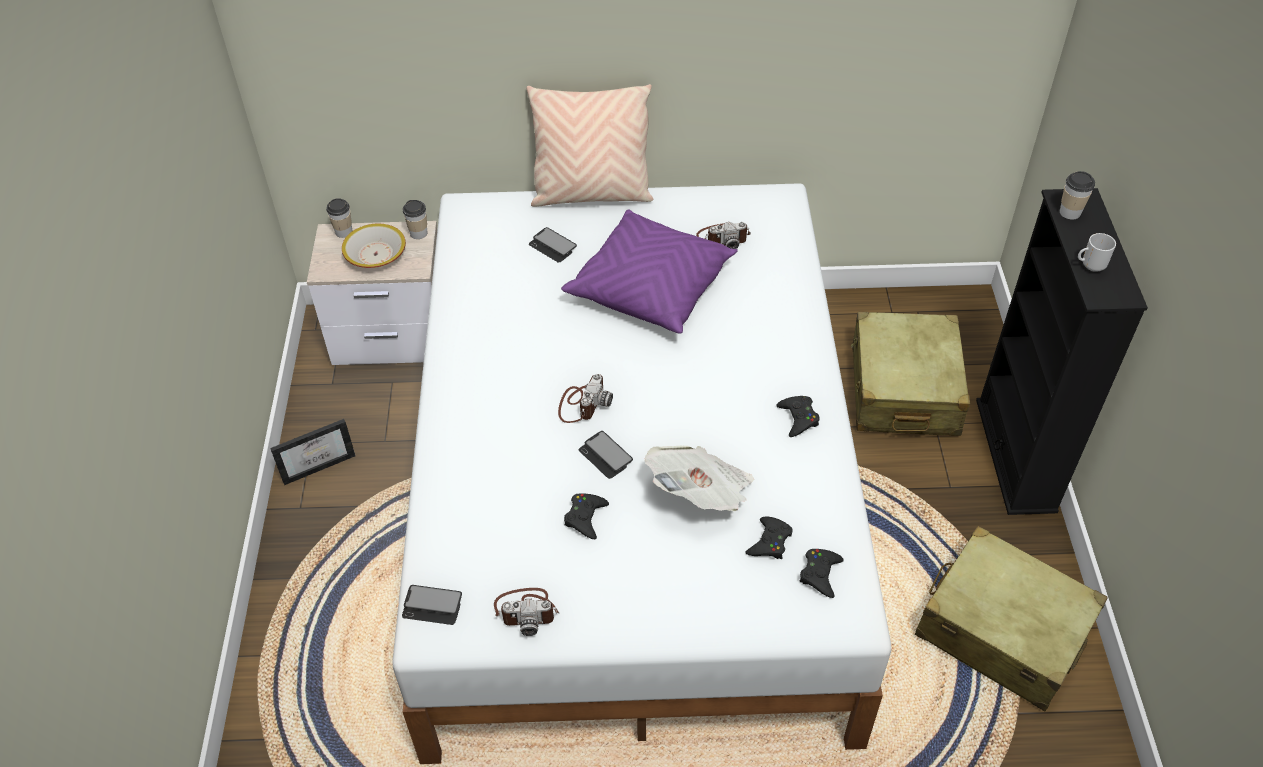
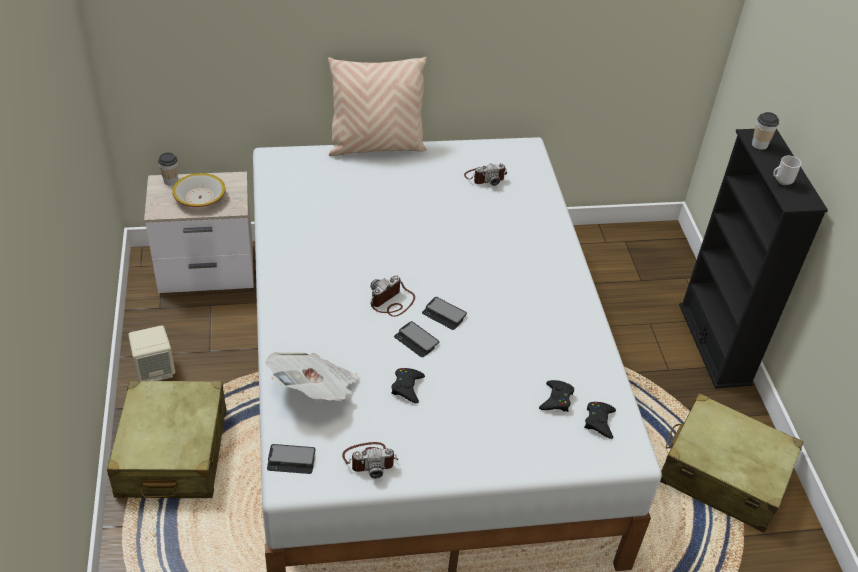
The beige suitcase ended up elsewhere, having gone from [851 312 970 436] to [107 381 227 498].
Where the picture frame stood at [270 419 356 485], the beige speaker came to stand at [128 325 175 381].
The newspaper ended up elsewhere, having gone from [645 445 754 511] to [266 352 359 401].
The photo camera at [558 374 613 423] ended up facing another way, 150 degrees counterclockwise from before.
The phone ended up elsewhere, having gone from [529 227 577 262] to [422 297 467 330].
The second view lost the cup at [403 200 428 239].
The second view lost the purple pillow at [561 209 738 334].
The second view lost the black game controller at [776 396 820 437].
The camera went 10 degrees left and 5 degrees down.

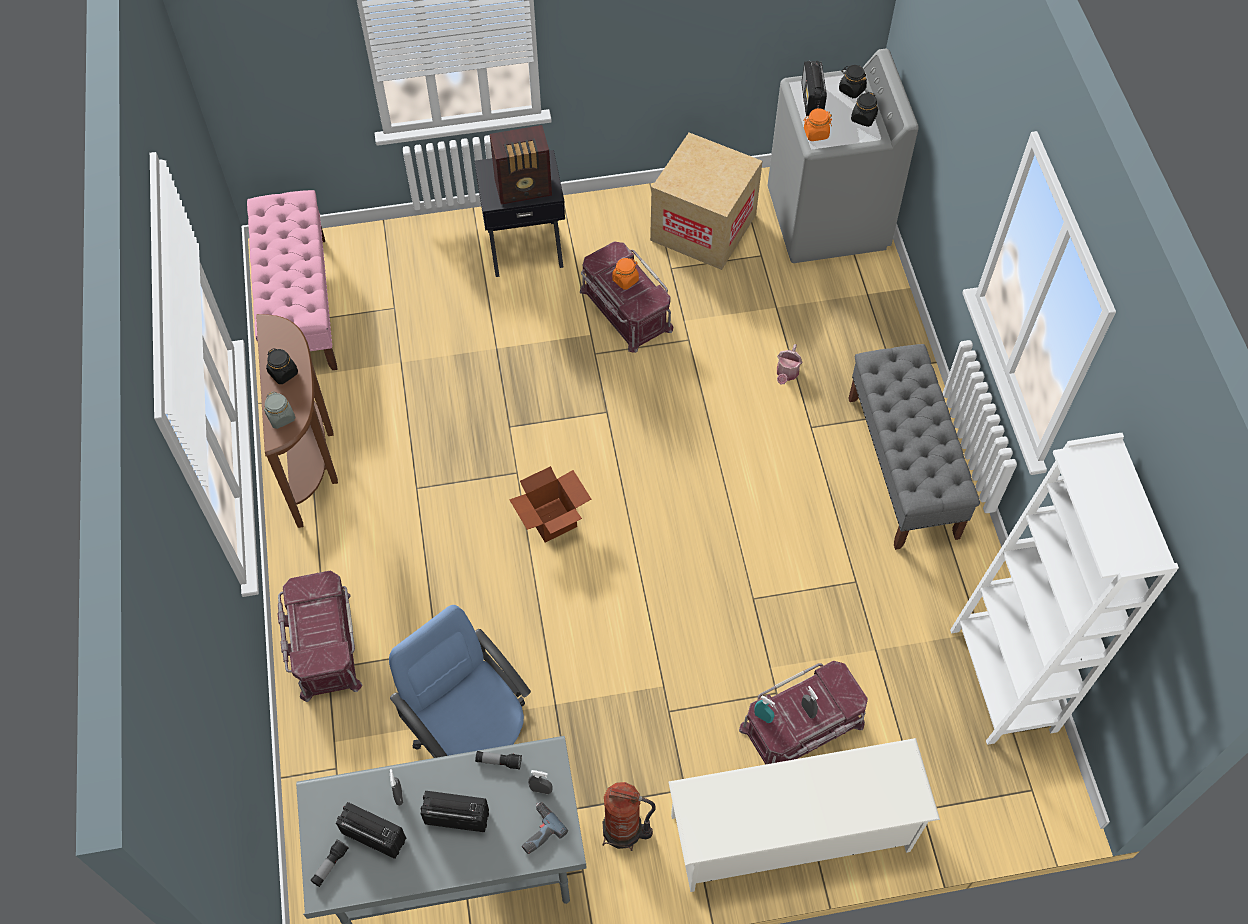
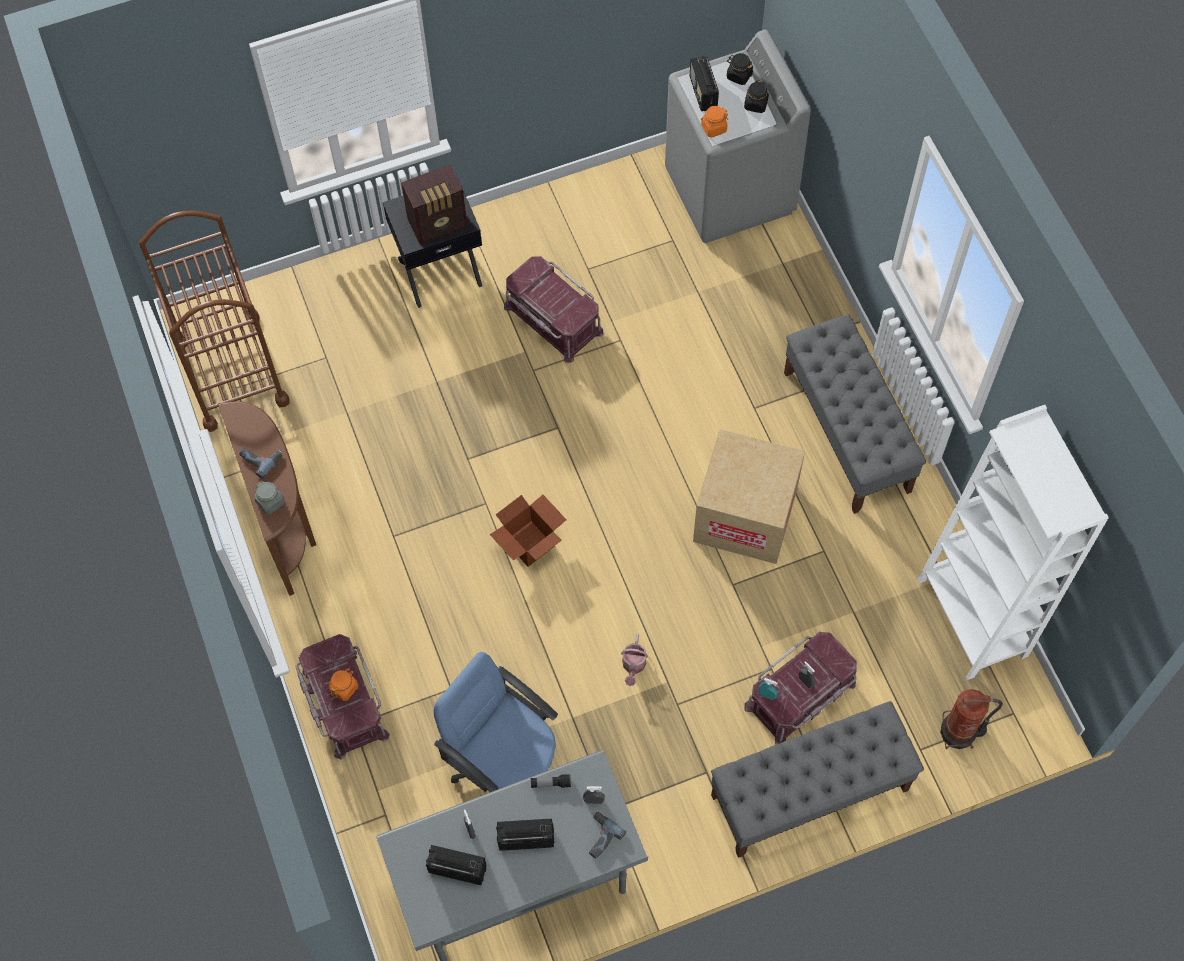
Where the pink bench stood at [247 190 338 370], the brown cart came to stand at [139 210 289 432].
Where the black jar stood at [266 348 298 384], the power drill came to stand at [239 448 282 479].
The orange jar ended up elsewhere, having gone from [612 258 639 290] to [329 668 358 701].
The watering can ended up elsewhere, having gone from [777 344 802 385] to [621 634 648 686].
The cardboard box ended up elsewhere, having gone from [650 133 762 270] to [693 429 805 564].
Where the white shoe rack stood at [669 738 940 892], the grey bench came to stand at [711 701 924 858].
The fire extinguisher ended up elsewhere, having gone from [603 782 656 851] to [940 689 1003 749].
The second view lost the flashlight at [310 840 349 887].
The camera went 10 degrees left and 5 degrees up.

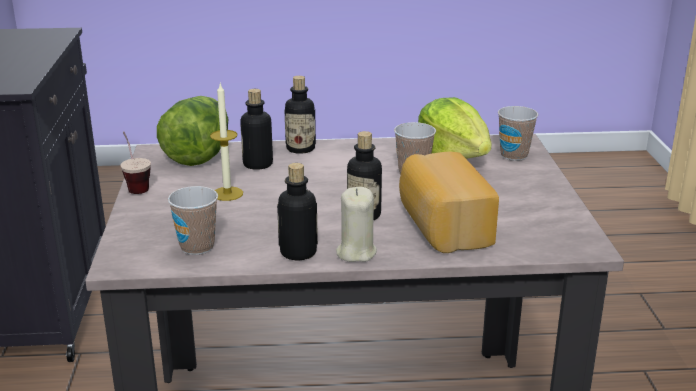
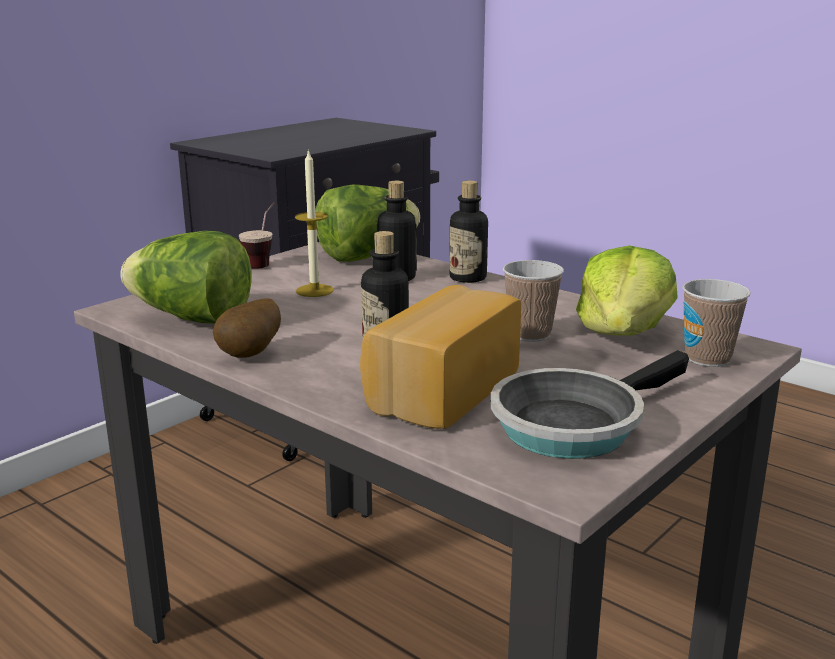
Where the cup stood at [168 186 218 255], the lettuce came to stand at [121 231 251 324].
Where the bottle stood at [277 163 318 260], the potato came to stand at [213 298 281 358].
The second view gained the frying pan at [490 350 689 459].
The second view lost the beige candle at [336 187 377 262].
The camera went 45 degrees right and 5 degrees down.

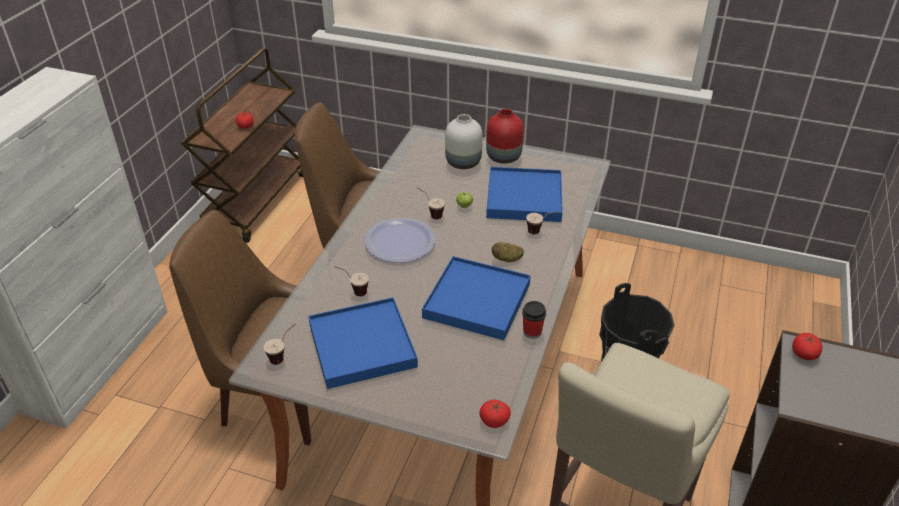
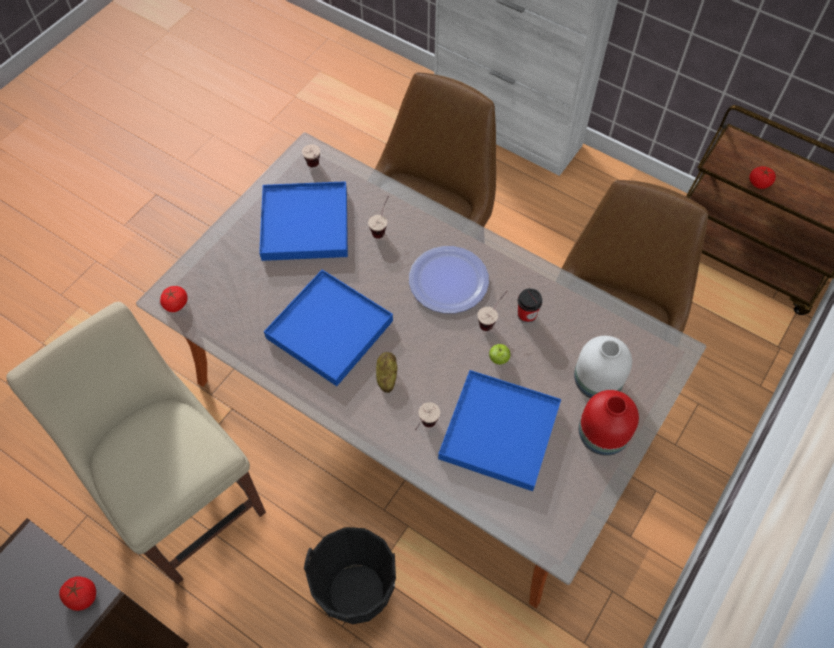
The cup ended up elsewhere, having gone from [522 301 546 339] to [518 288 543 323].
The camera went 105 degrees right and 20 degrees up.

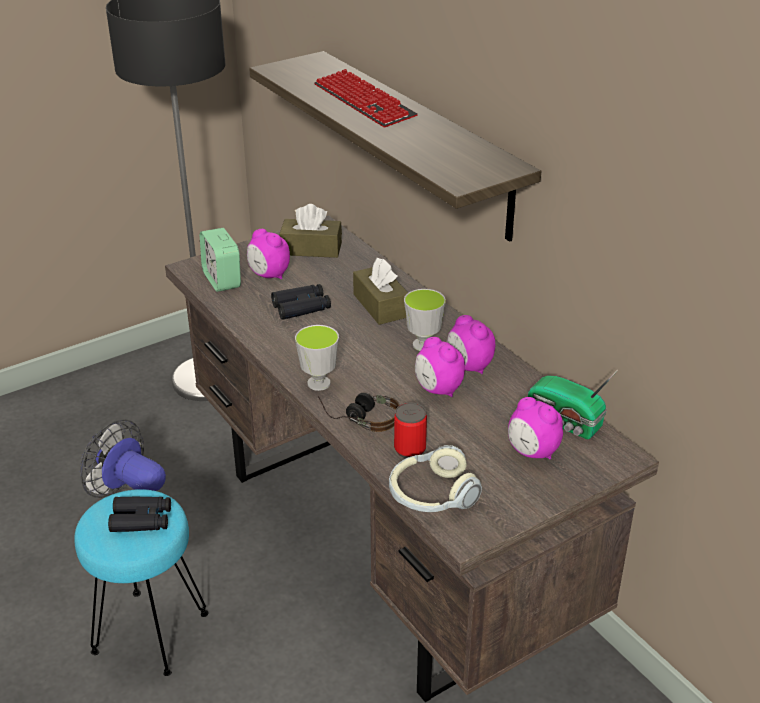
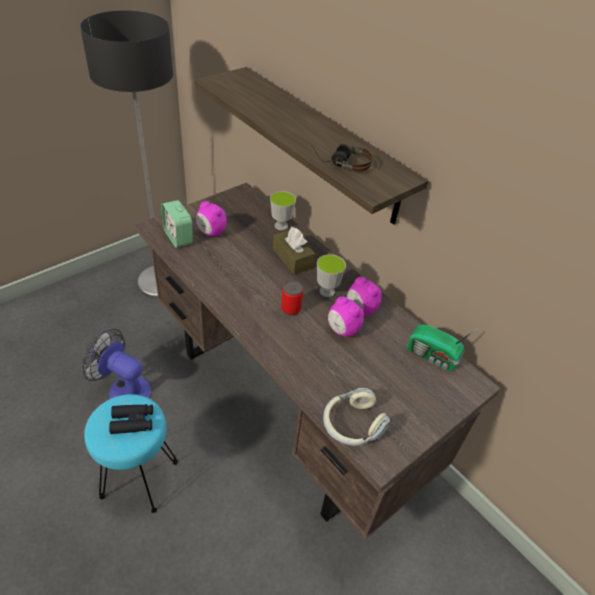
The cup ended up elsewhere, having gone from [295 325 339 391] to [270 191 296 230].
The can ended up elsewhere, having gone from [394 403 427 458] to [281 281 303 315].
The headphones ended up elsewhere, having gone from [318 393 399 432] to [311 144 373 172].
The second view lost the black binoculars at [271 284 331 320].
The second view lost the brown tissue box at [280 204 342 258].
The second view lost the keyboard at [314 69 418 127].
The second view lost the alarm clock at [508 397 563 459].
The camera went 10 degrees left and 10 degrees up.

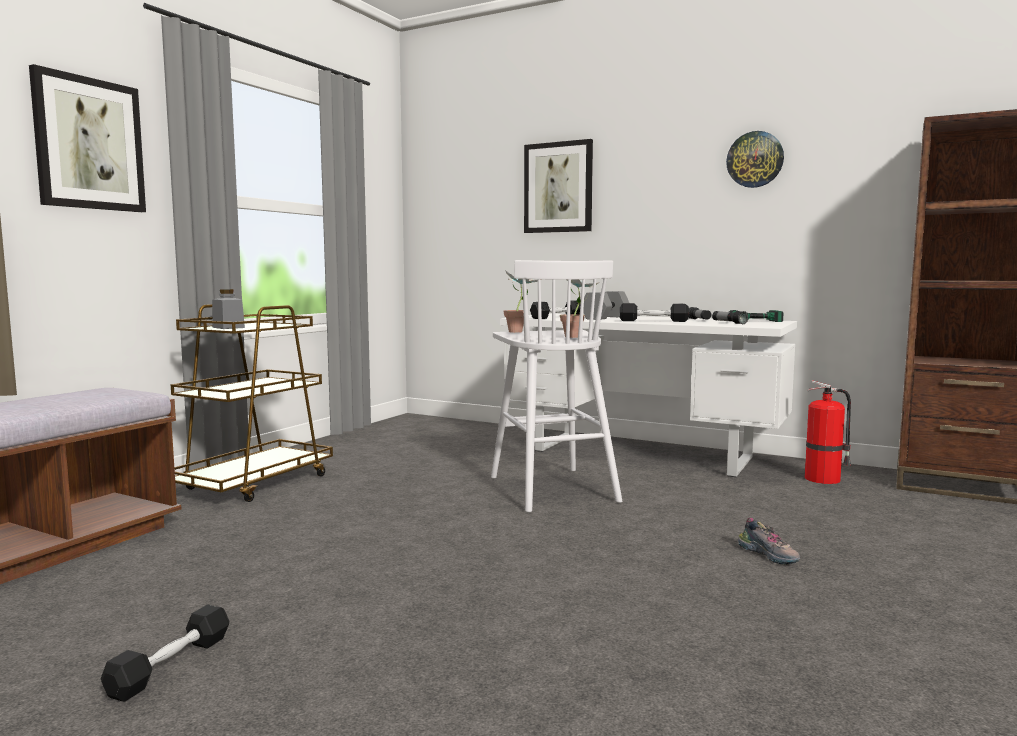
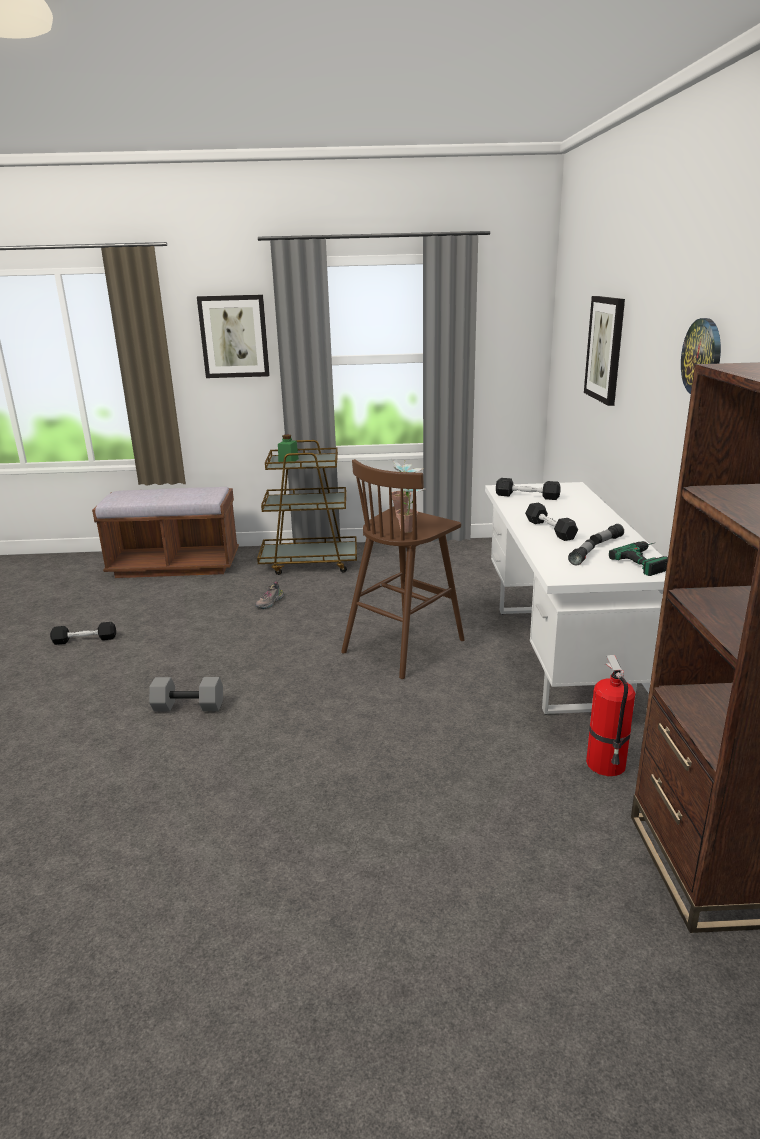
The grey dumbbell ended up elsewhere, having gone from [583 291 629 320] to [149 677 223 711].
The shoe ended up elsewhere, having gone from [738 518 800 565] to [255 582 284 609].
What was the grey jar at [212 289 245 329] turned into the green jar at [278 435 299 462].
What was the white stool at [491 260 622 513] turned into the brown stool at [341 459 465 679].
The camera went 60 degrees right and 15 degrees up.

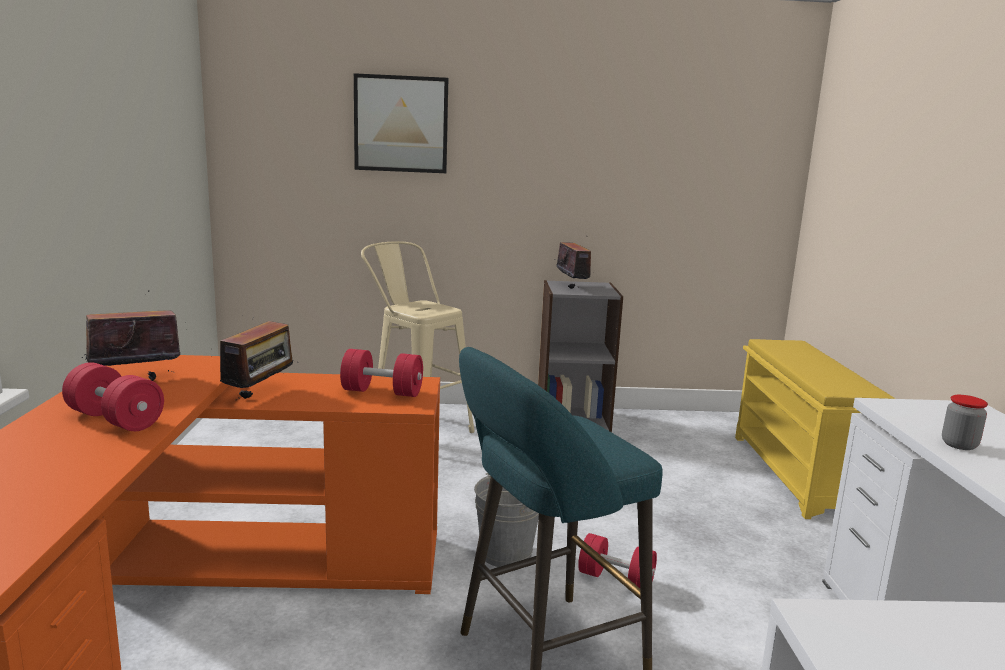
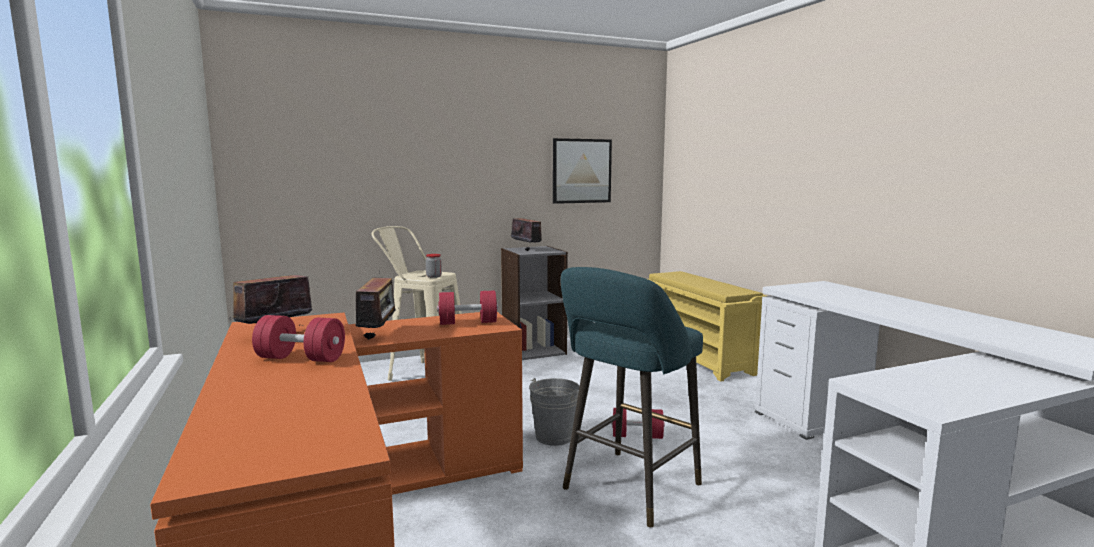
The jar ended up elsewhere, having gone from [942 395 988 450] to [426 254 442 278].
The picture ended up elsewhere, having gone from [354 73 448 173] to [553 138 612 204].
The camera went 20 degrees left and 5 degrees down.

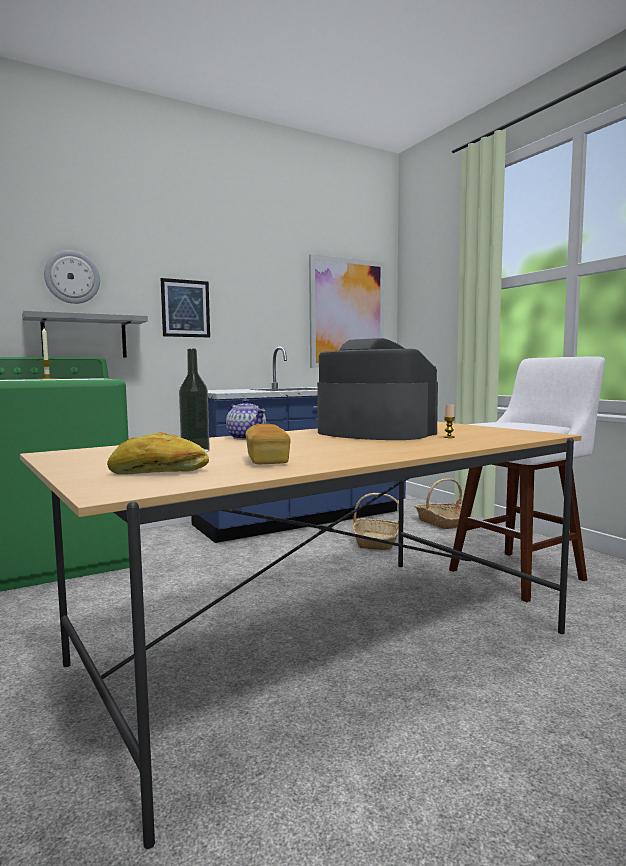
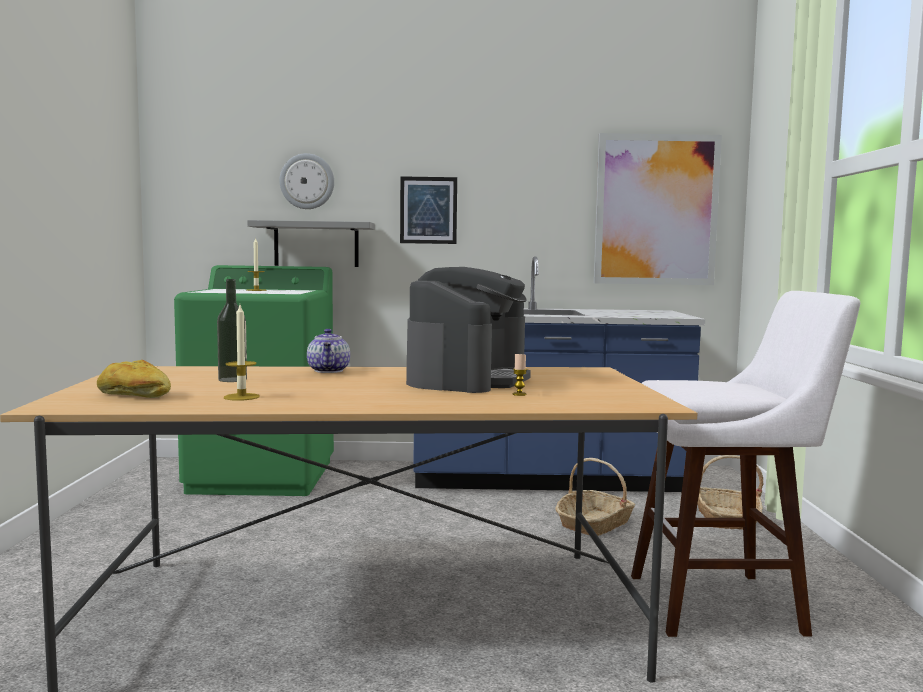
Where the bread stood at [245 424 291 464], the candle came to stand at [224 305 260 401].
The coffee machine at [317 338 438 440] ended up facing another way, 45 degrees clockwise from before.
The camera went 30 degrees right and 0 degrees up.

